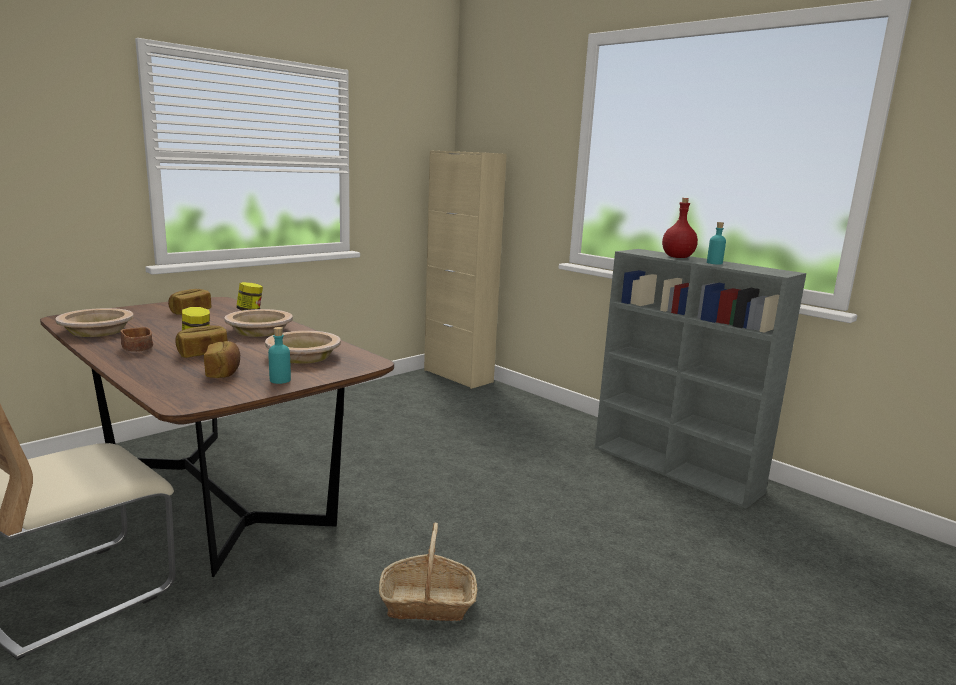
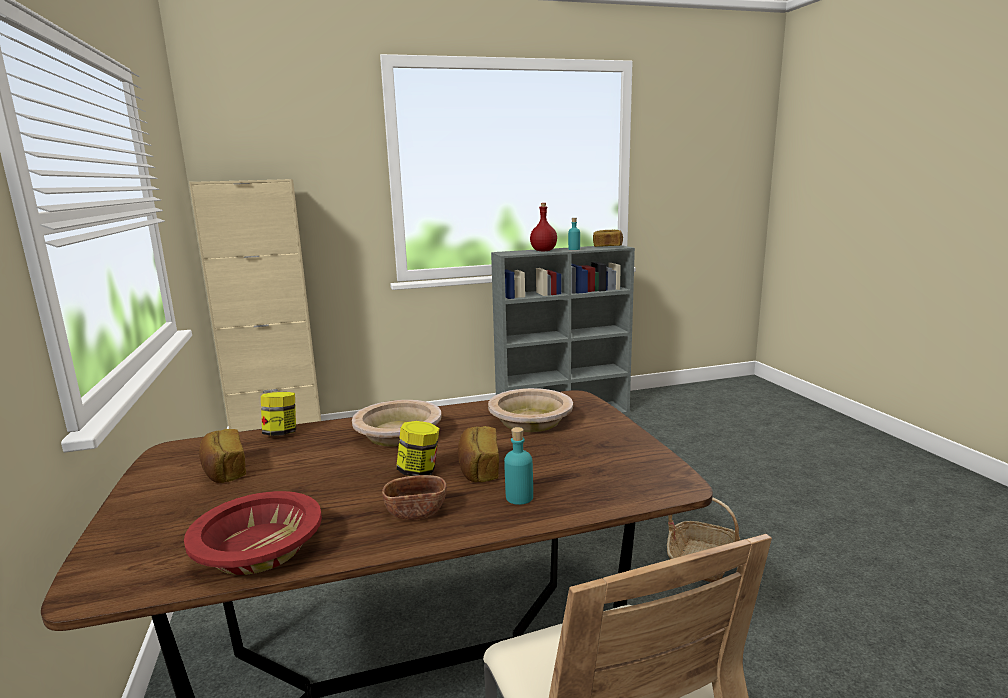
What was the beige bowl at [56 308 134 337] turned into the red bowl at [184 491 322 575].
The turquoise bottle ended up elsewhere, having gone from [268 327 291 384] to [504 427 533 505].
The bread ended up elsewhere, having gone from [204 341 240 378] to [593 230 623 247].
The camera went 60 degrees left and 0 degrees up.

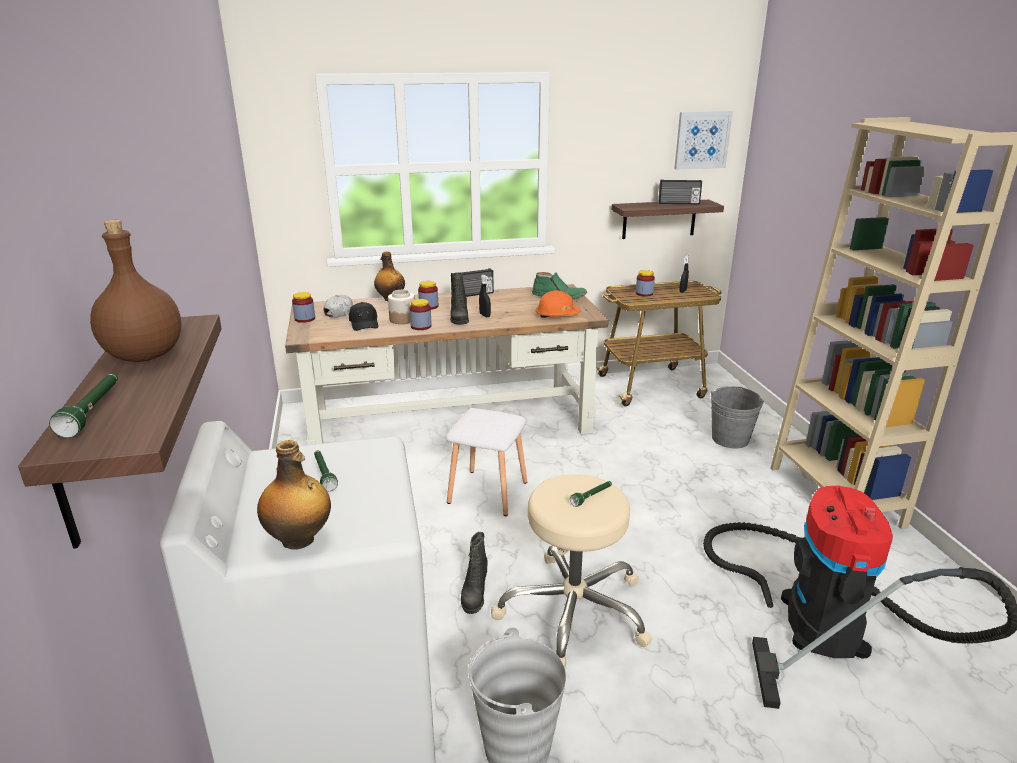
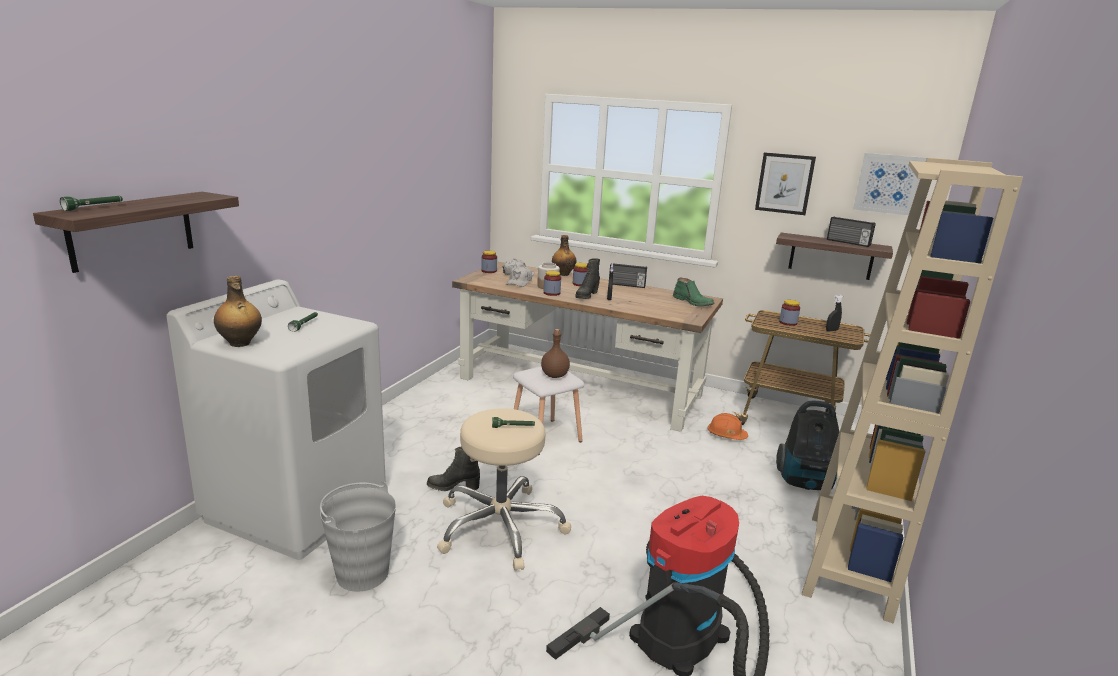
The black boot at [461 532 487 614] ended up facing another way, 45 degrees clockwise from before.
What was the black cap at [349 302 378 331] turned into the white cap at [506 265 532 287].
The brown bottle ended up elsewhere, having gone from [90 220 181 362] to [541 329 570 378].
The orange hard hat ended up elsewhere, having gone from [536 290 581 318] to [708 413 748 440].
The second view gained the picture at [755 152 816 215].
Where the grey bucket stood at [711 386 764 448], the vacuum cleaner came to stand at [776 400 839 490].
The camera went 35 degrees right and 5 degrees down.

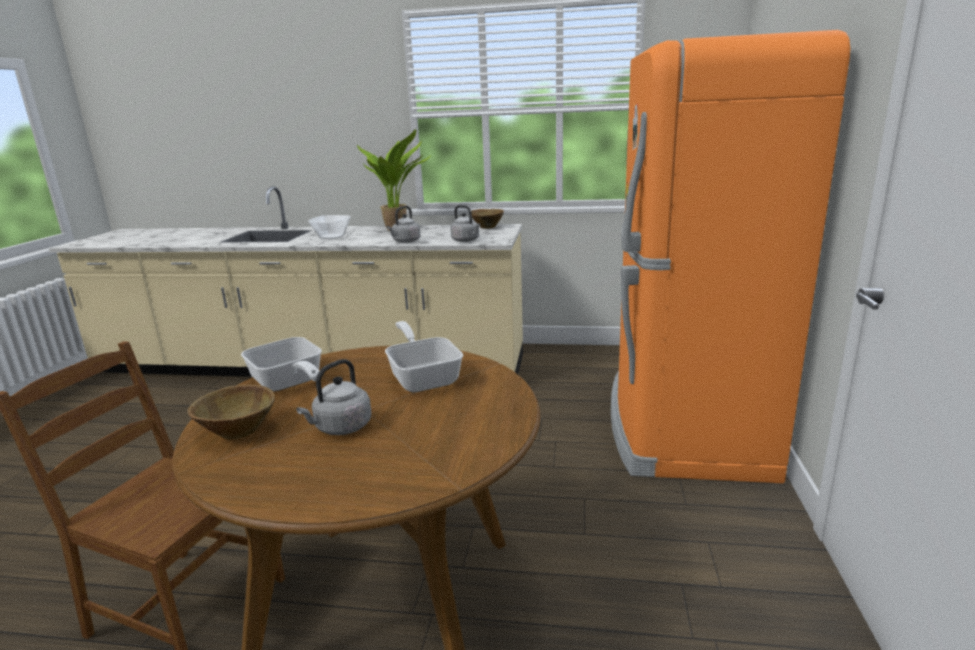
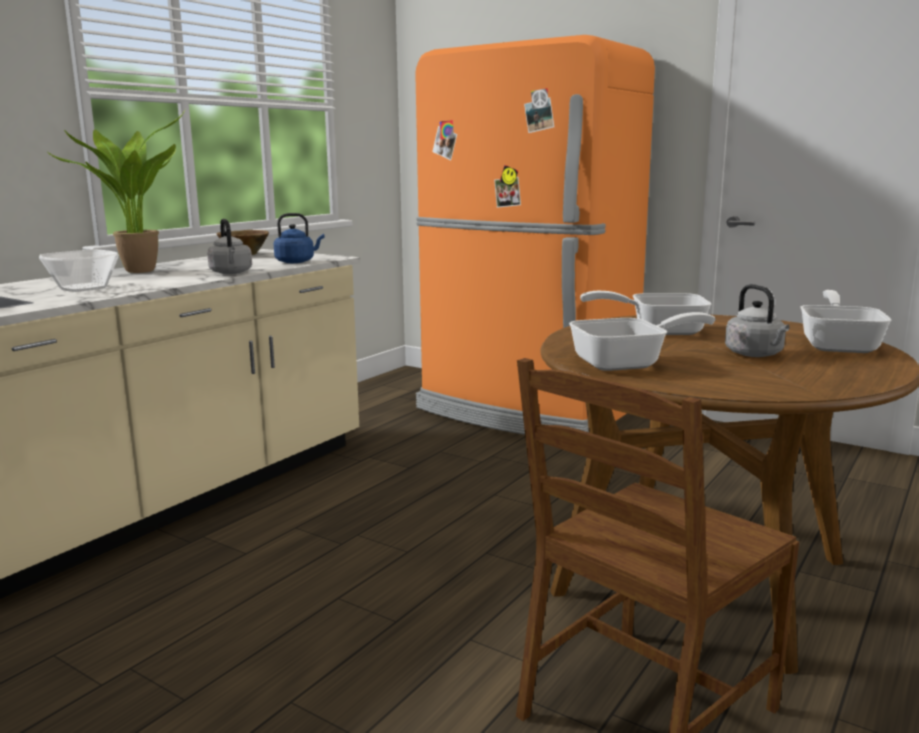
What was the grey kettle at [451 205 480 242] turned into the blue kettle at [274 213 325 263].
The second view gained the frying pan at [800 290 892 353].
The second view lost the brown bowl at [188 385 275 440].
The camera went 65 degrees left and 5 degrees down.

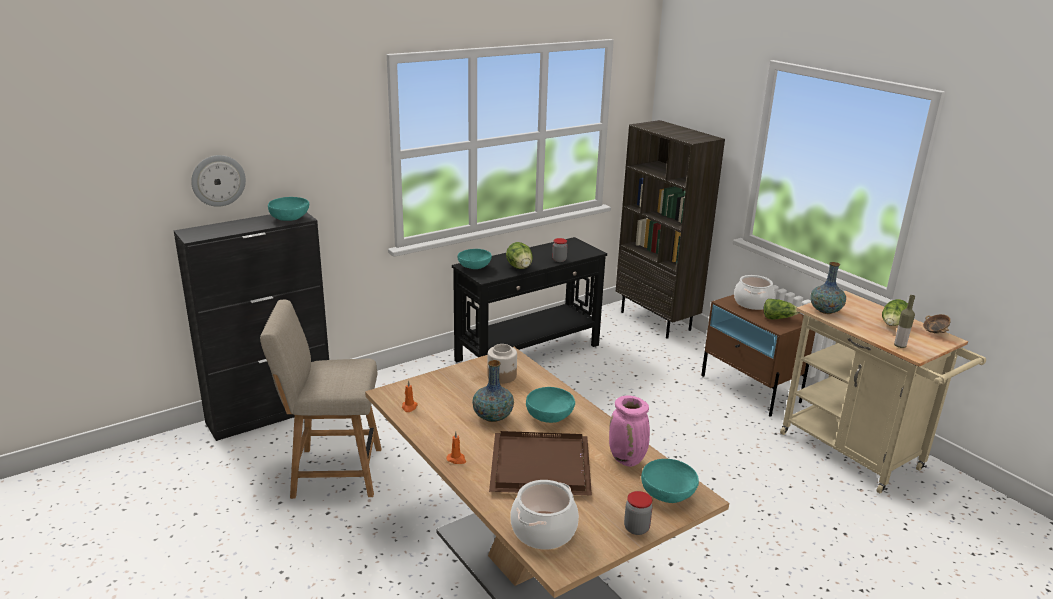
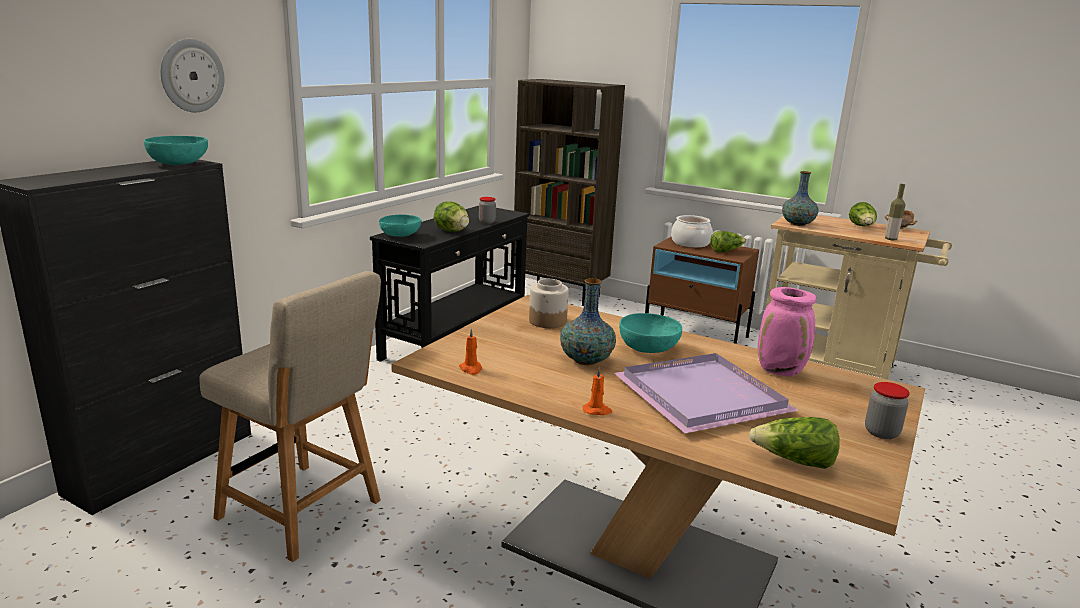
The wall clock ended up elsewhere, having gone from [191 155 246 207] to [160 39 225 112].
The beige chair at [260 300 382 499] ended up facing another way, 120 degrees counterclockwise from before.
What was the brown tray at [489 431 592 496] turned into the purple tray at [614 353 799 433].
Where the cooking pot stood at [510 480 579 550], the lettuce came to stand at [749 417 840 469].
The second view lost the turquoise bowl at [641 459 699 503].
The camera went 25 degrees left and 5 degrees down.

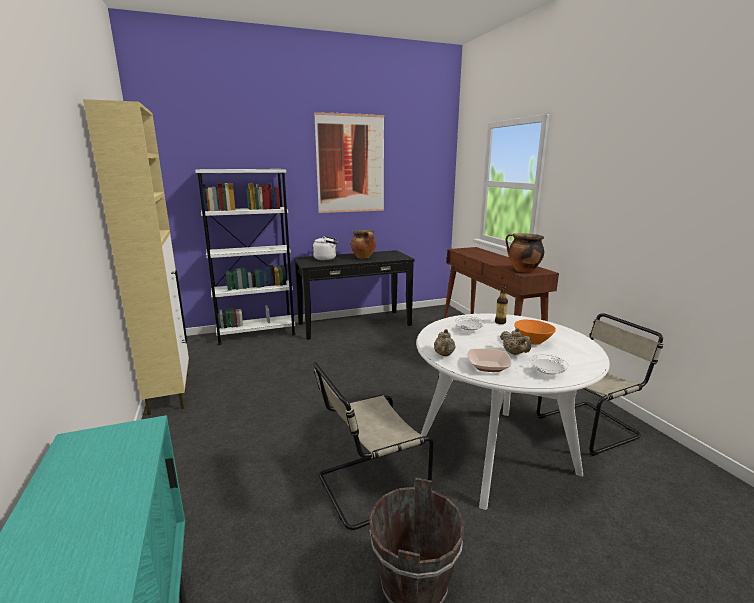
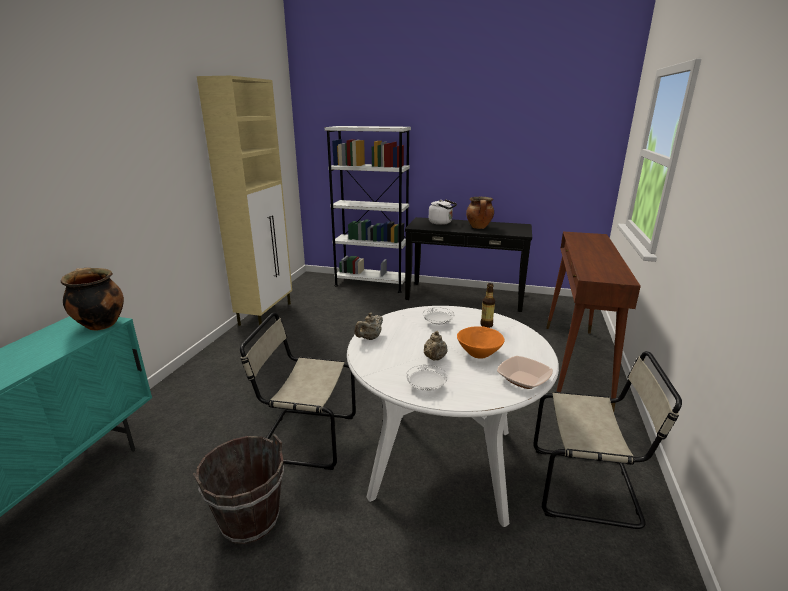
The cooking pot ended up elsewhere, having gone from [506 233 544 272] to [61 268 124 330].
The bowl ended up elsewhere, having gone from [468 349 512 372] to [497 356 553 389].
The second view lost the picture at [314 112 384 213].
The camera went 35 degrees right and 5 degrees up.

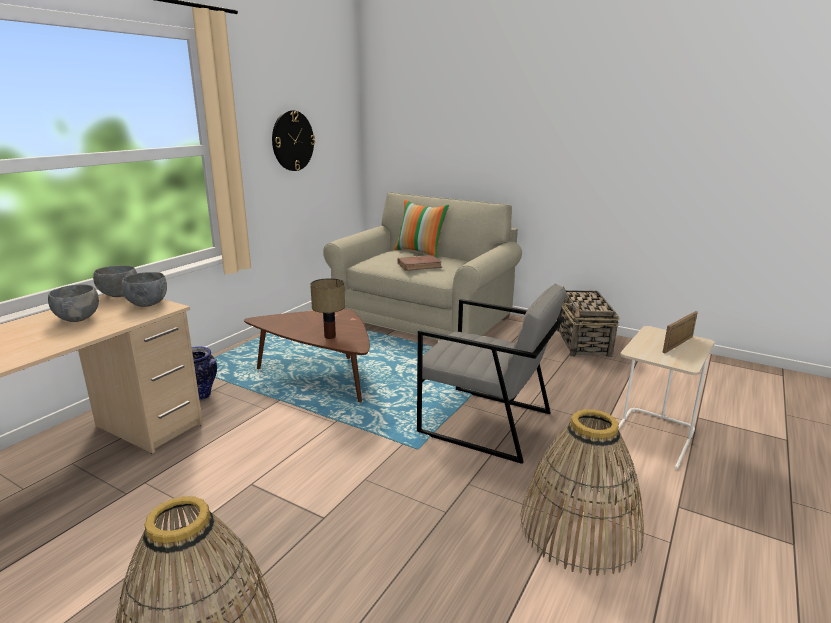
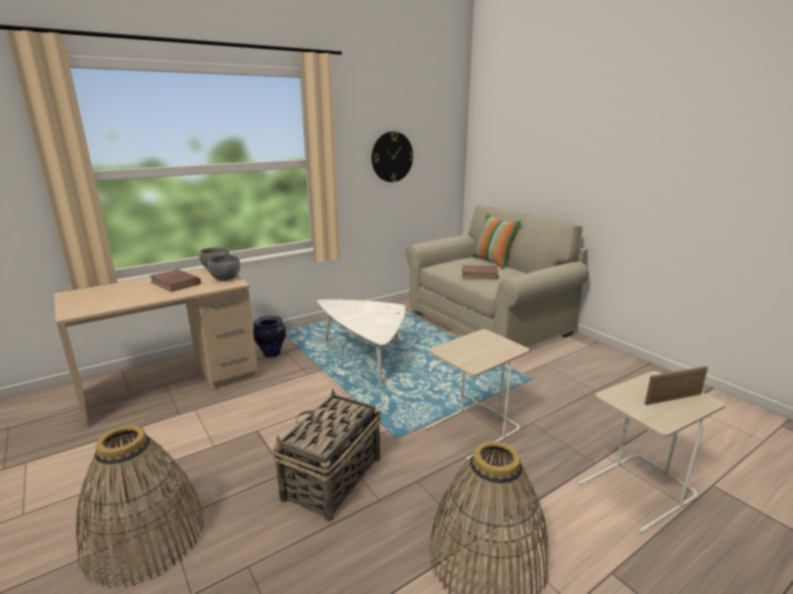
Where the grey bowl stood at [48 284 99 322], the brown book came to stand at [150 269 201 292].
The basket ended up elsewhere, having gone from [556 286 620 357] to [273 389 382 521].
What was the brown coffee table at [244 309 370 402] turned into the white coffee table at [317 299 405 386].
Where the grey armchair stood at [417 284 566 464], the beige side table came to stand at [425 329 530 460].
The second view lost the table lamp at [310 278 345 339].
The camera went 25 degrees right and 0 degrees up.

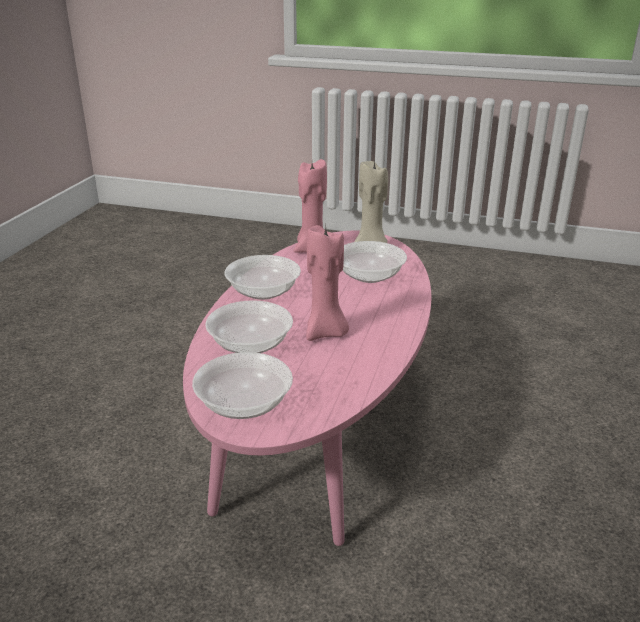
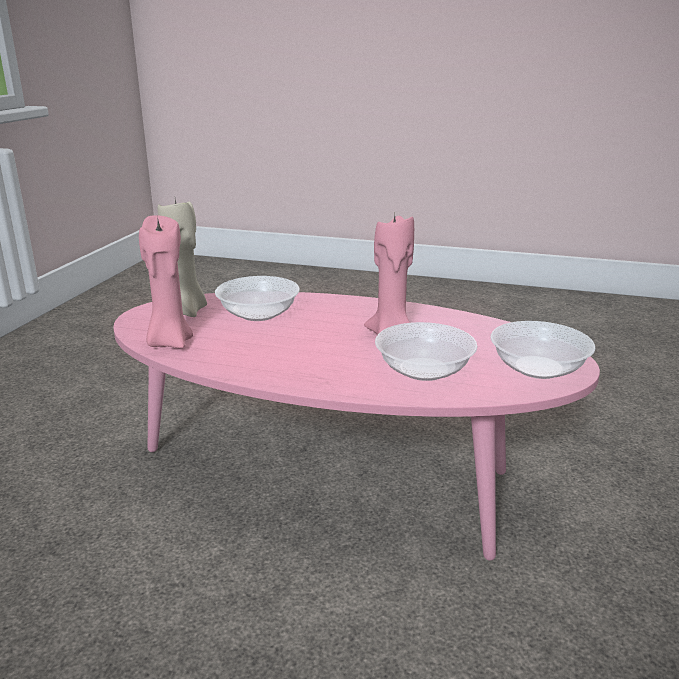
The second view lost the bowl at [225 255 301 300].
The camera went 90 degrees left and 5 degrees down.

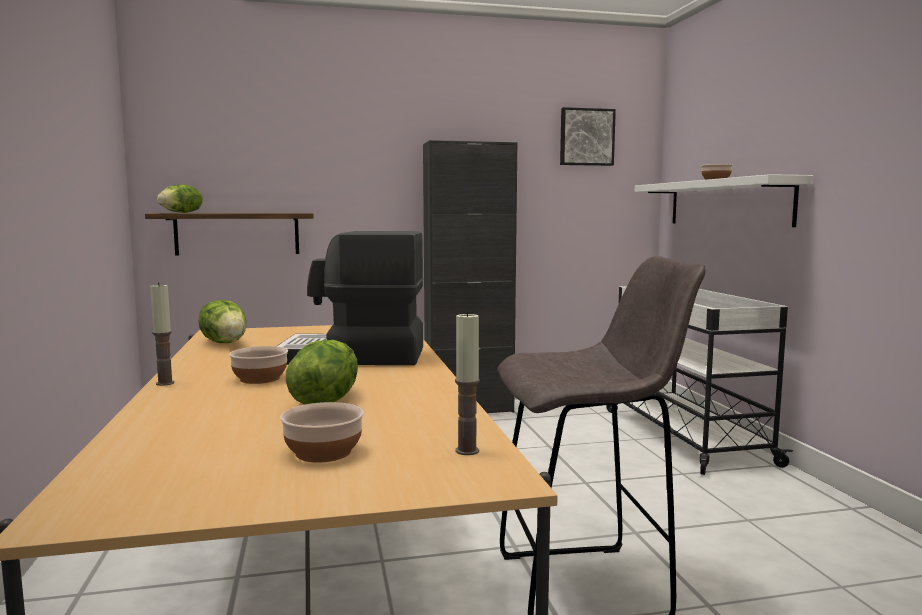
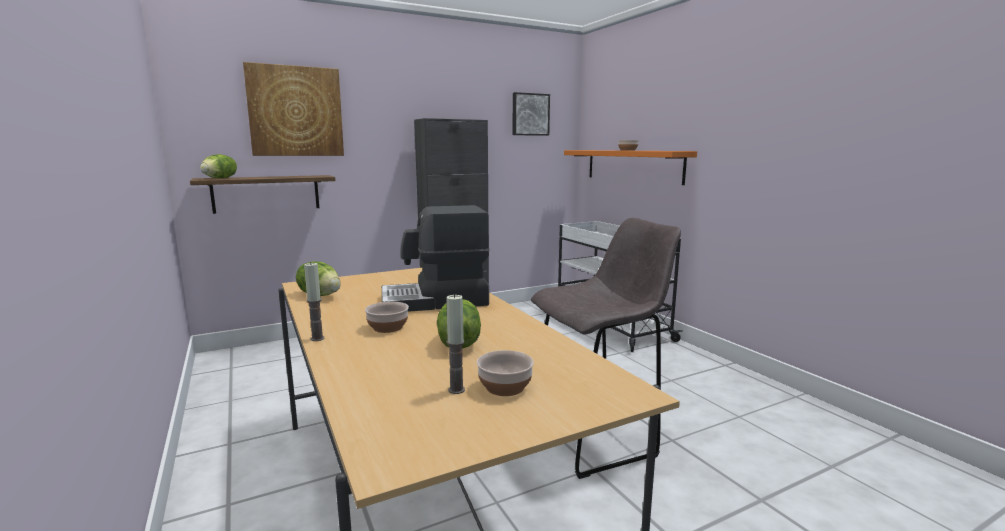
The second view gained the picture at [243 62 344 156].
The candle ended up elsewhere, having gone from [455 311 480 455] to [446 294 465 394].
What was the white shelf at [635 174 813 227] turned into the orange shelf at [564 150 697 185].
The camera went 15 degrees left and 5 degrees up.

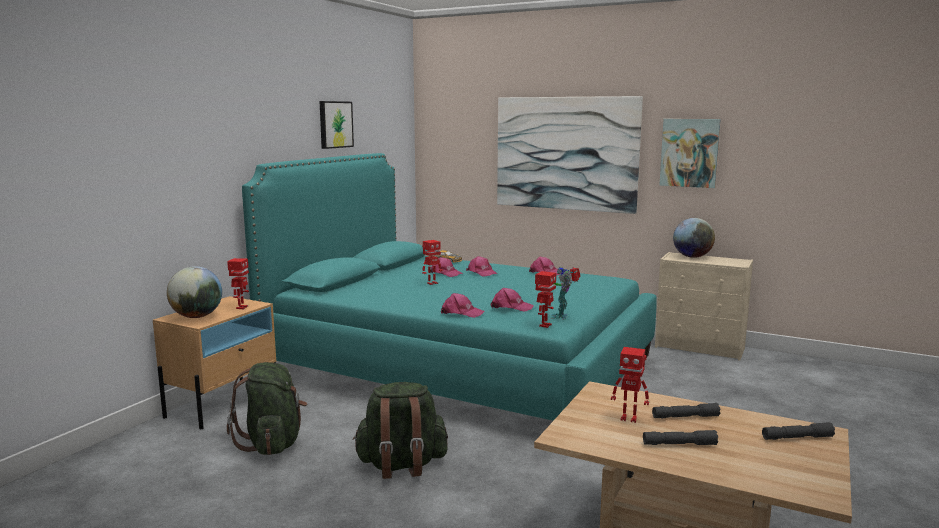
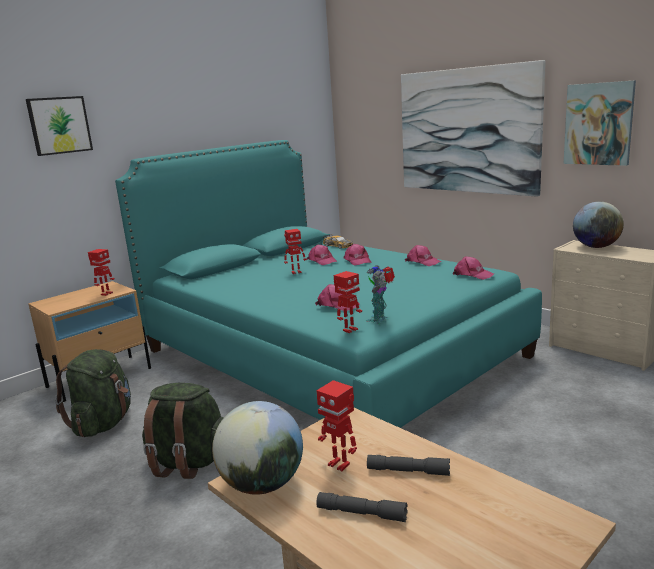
The picture ended up elsewhere, having gone from [319 101 354 149] to [26 96 93 156].
The globe ended up elsewhere, having gone from [167 266 222 318] to [212 401 303 495].
The pink cap ended up elsewhere, having gone from [441 293 484 318] to [453 256 494 280].
The second view lost the grey flashlight at [762 422 835 440].
The camera went 20 degrees right and 5 degrees up.

